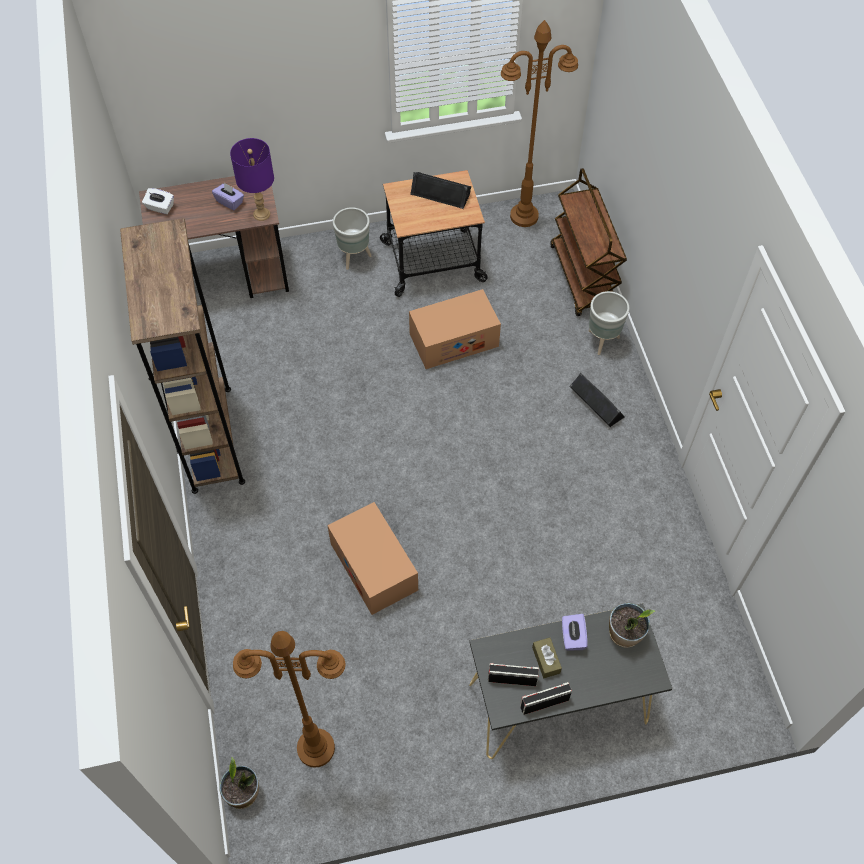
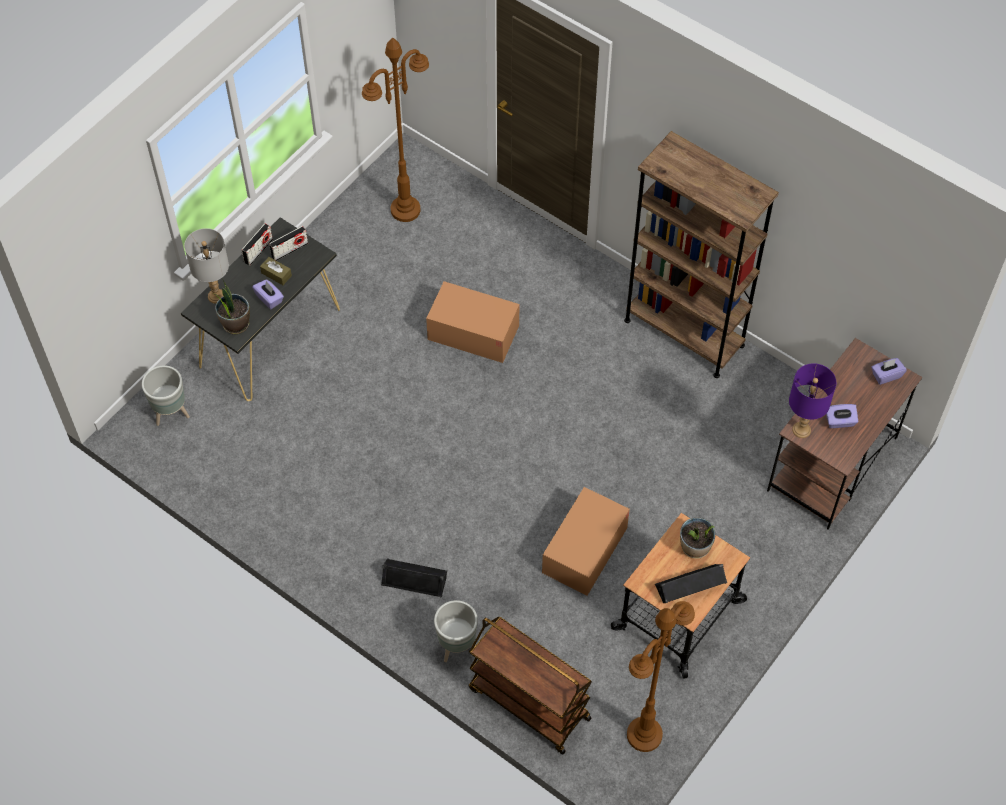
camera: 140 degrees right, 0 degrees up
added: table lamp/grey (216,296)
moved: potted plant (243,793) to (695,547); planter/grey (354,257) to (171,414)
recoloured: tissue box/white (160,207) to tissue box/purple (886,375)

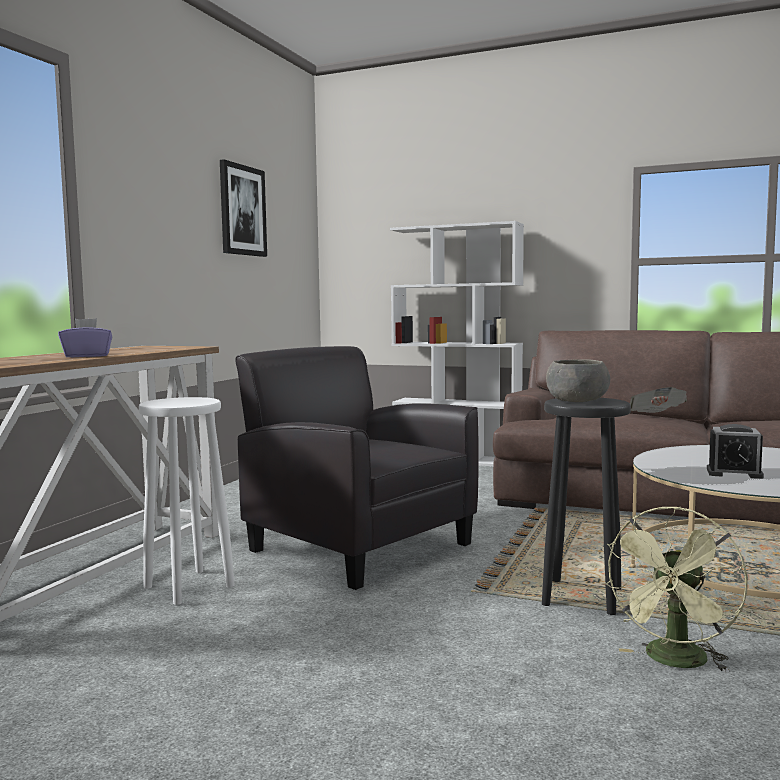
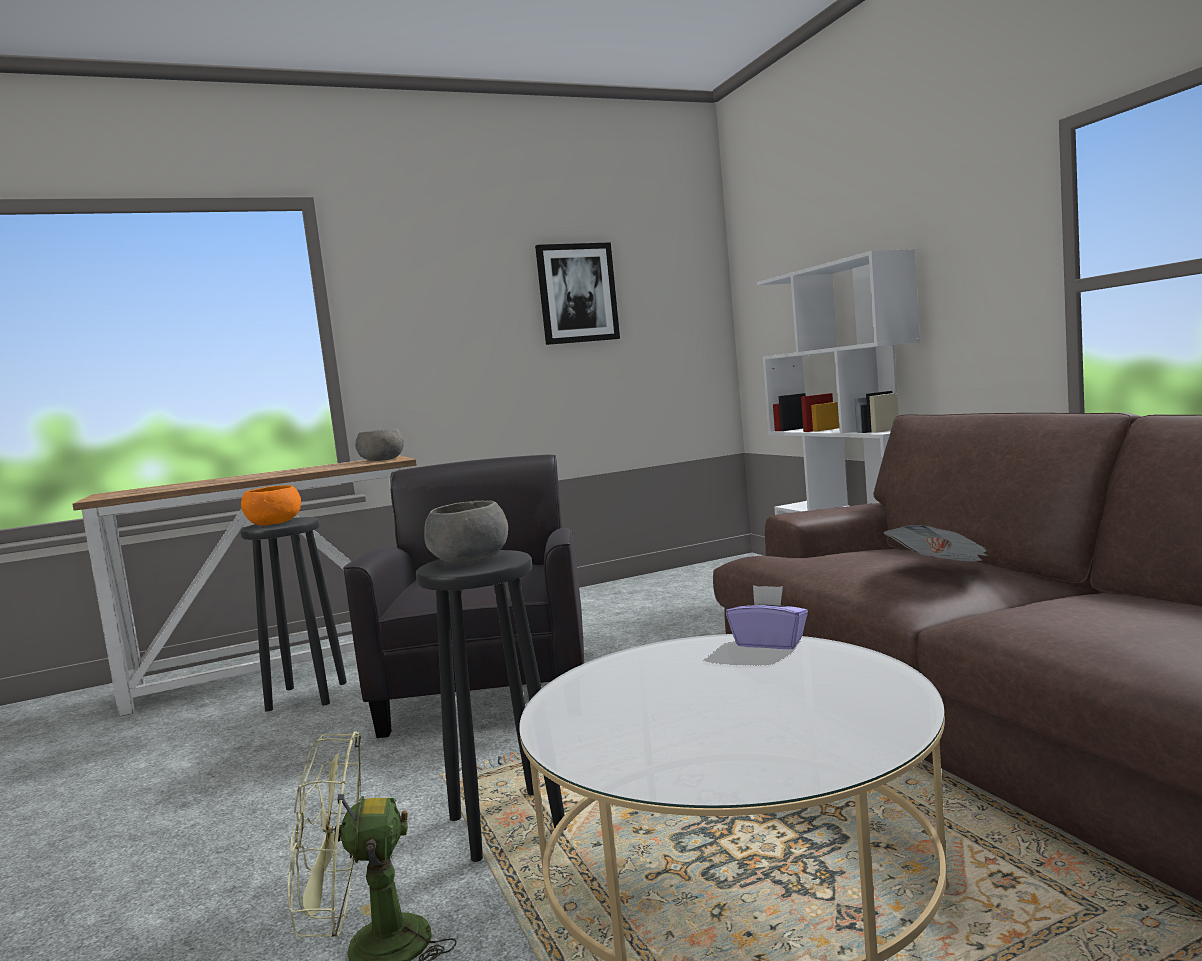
camera: 45 degrees right, 0 degrees up
removed: alarm clock (734,473)
added: bowl/orange (274,523); bowl/grey (382,460)
moved: tissue box/purple (87,356) to (769,642)
recoloured: stool/white (189,587) to stool/black (306,696)

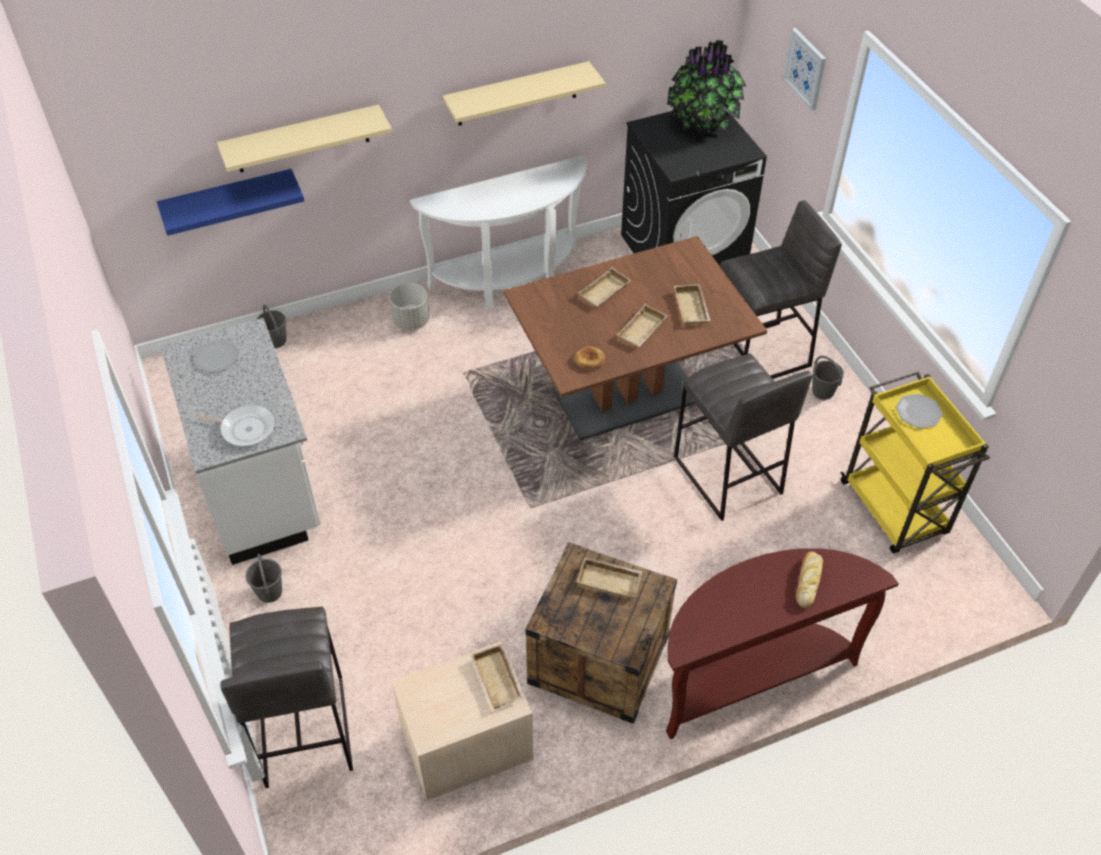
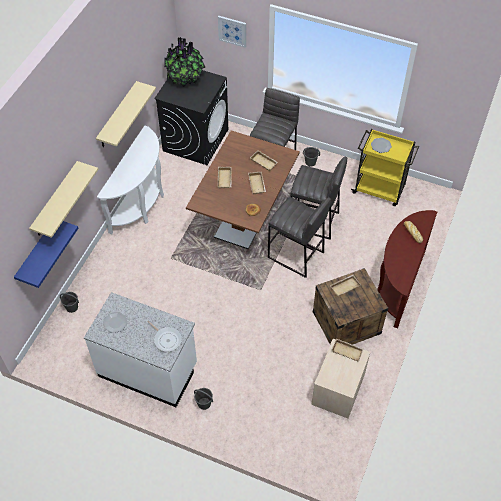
camera: 45 degrees left, 5 degrees up
removed: planter/grey (411,321)
moved: stool/grey (303,731) to (296,255)
turned: frying pan (245,428) = (166,339) 75 degrees clockwise

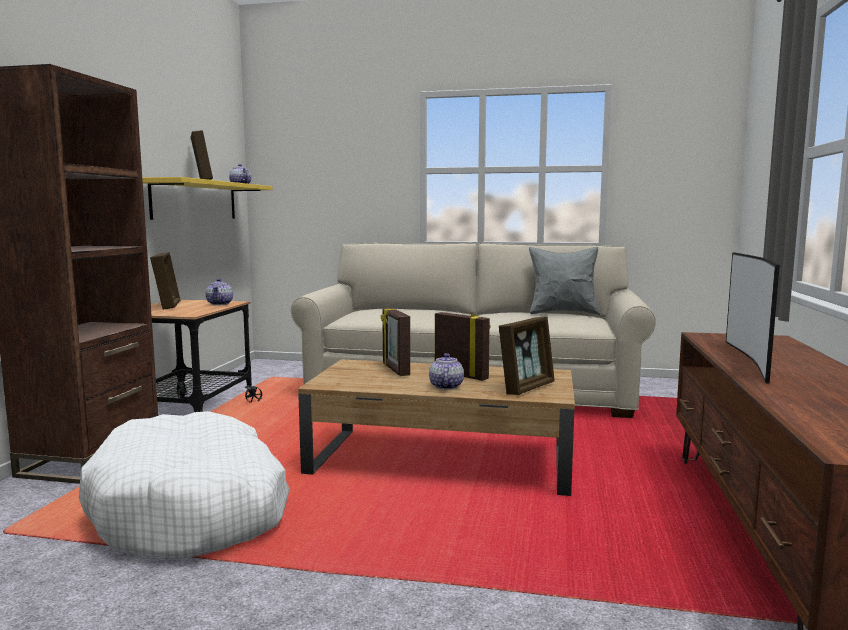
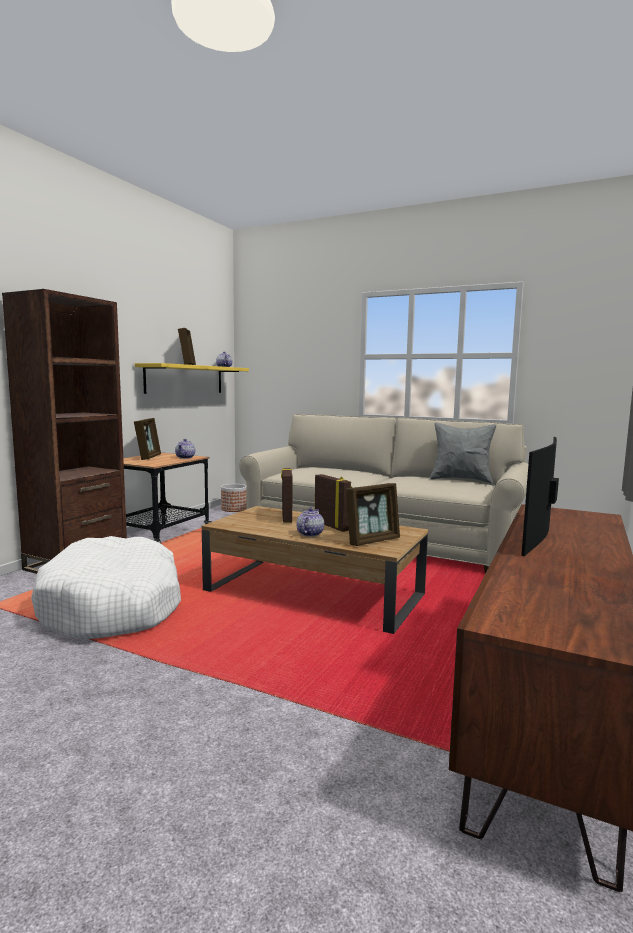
camera: 15 degrees right, 0 degrees up
added: planter (234,509)

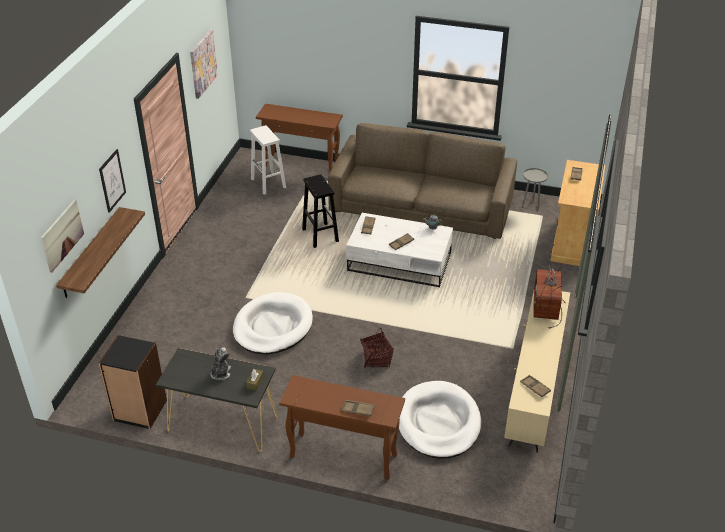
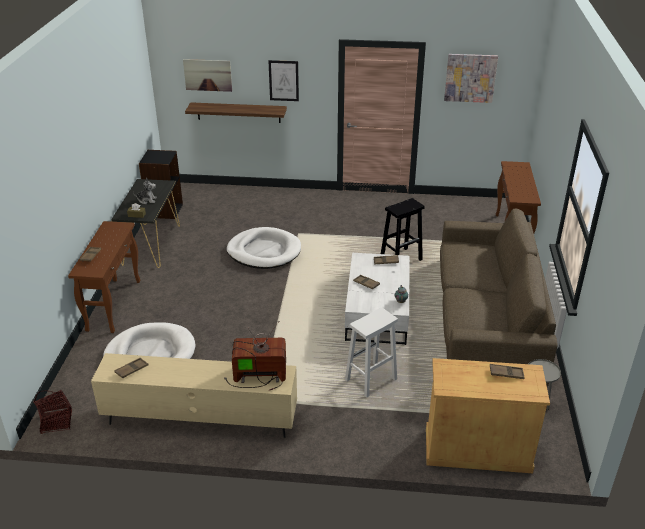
camera: 80 degrees right, 5 degrees down
moved: stool/white (268,183) to (370,380); basket (376,359) to (56,421)

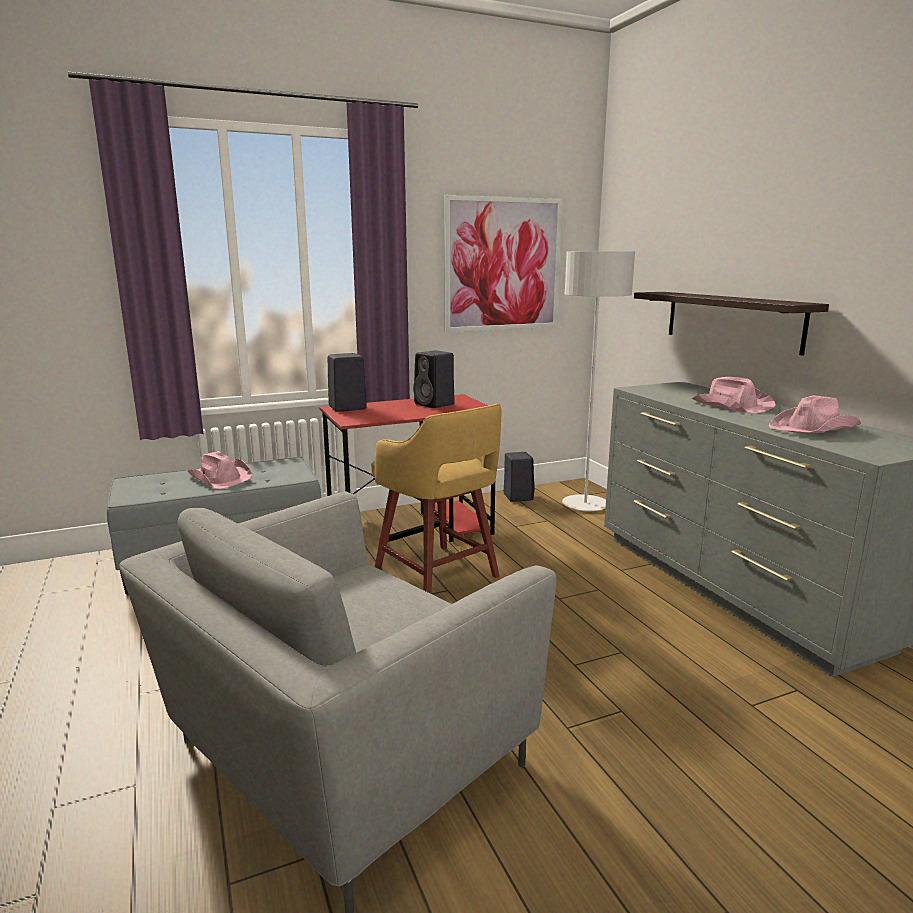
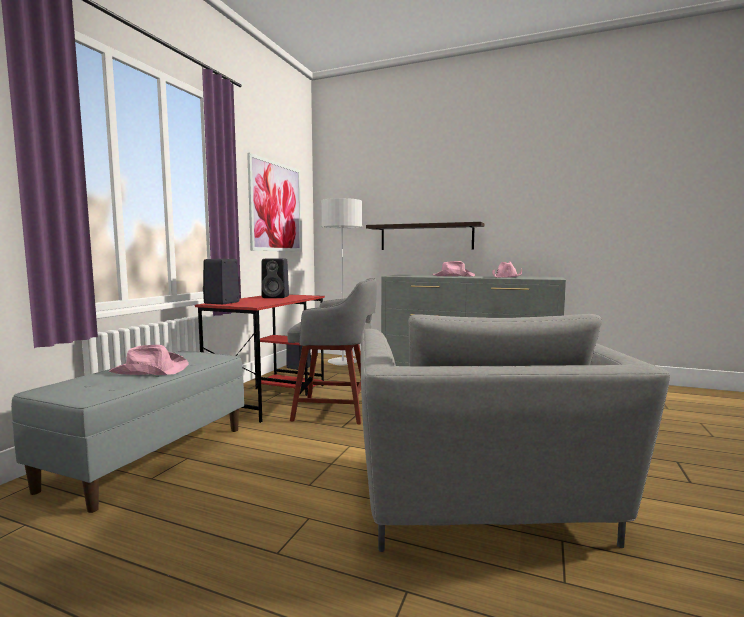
camera: 45 degrees left, 10 degrees down
recoloured: stool/yellow (438,575) to stool/grey (335,410)

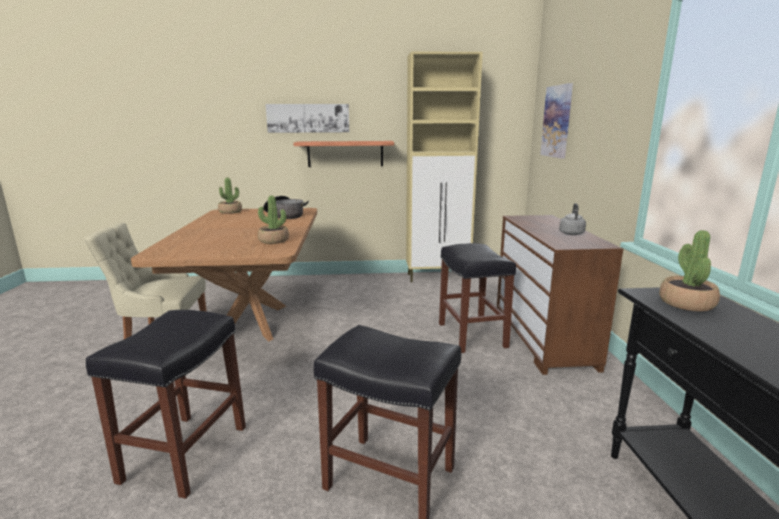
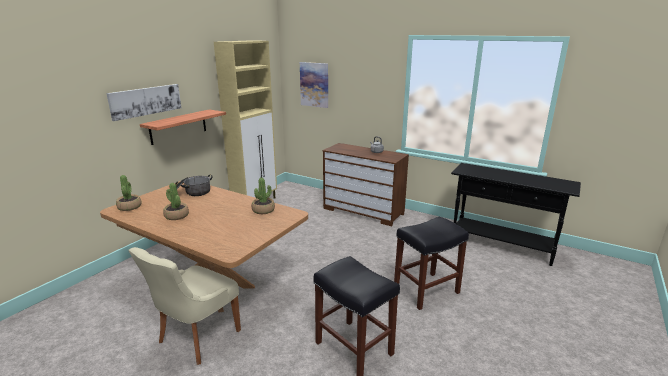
camera: 55 degrees left, 5 degrees up
removed: stool/black (472,335)
moved: potted plant (686,303) to (176,216)

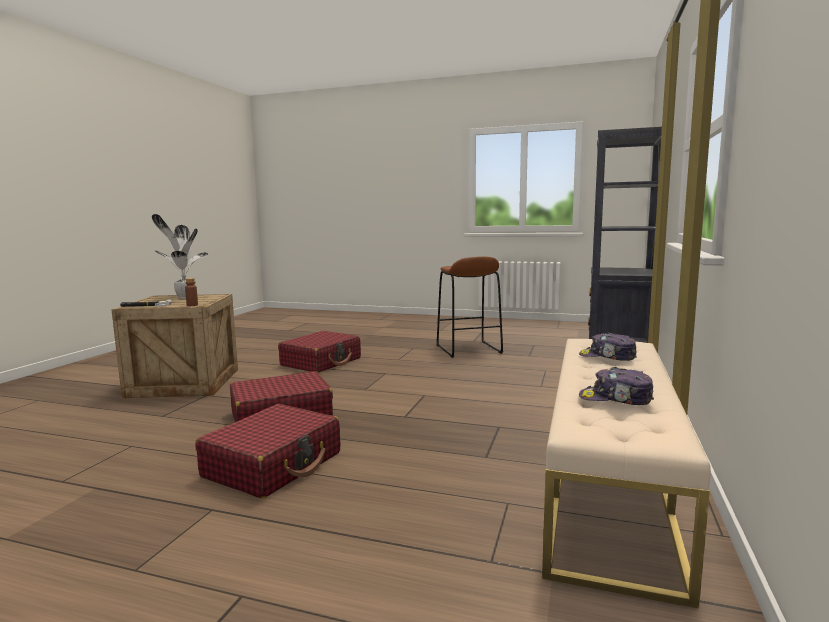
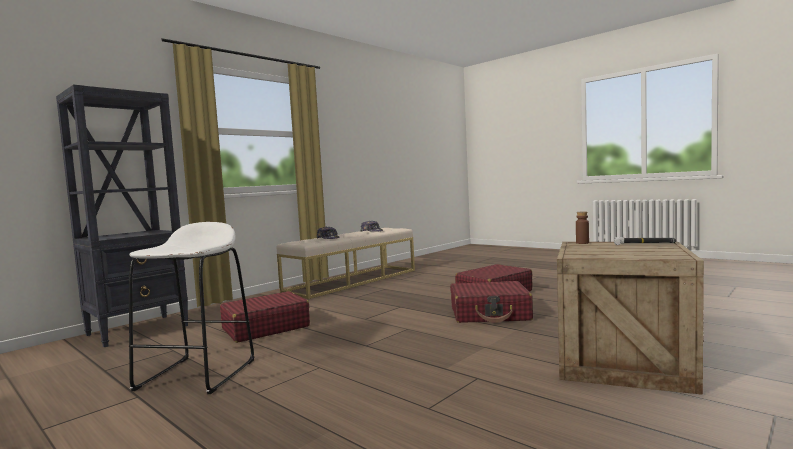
camera: 155 degrees left, 5 degrees down
removed: potted plant (183,298)
moved: suitcase/red (321,362) to (265,328)
recoloured: stool/brown (468,349) to stool/white (197,374)

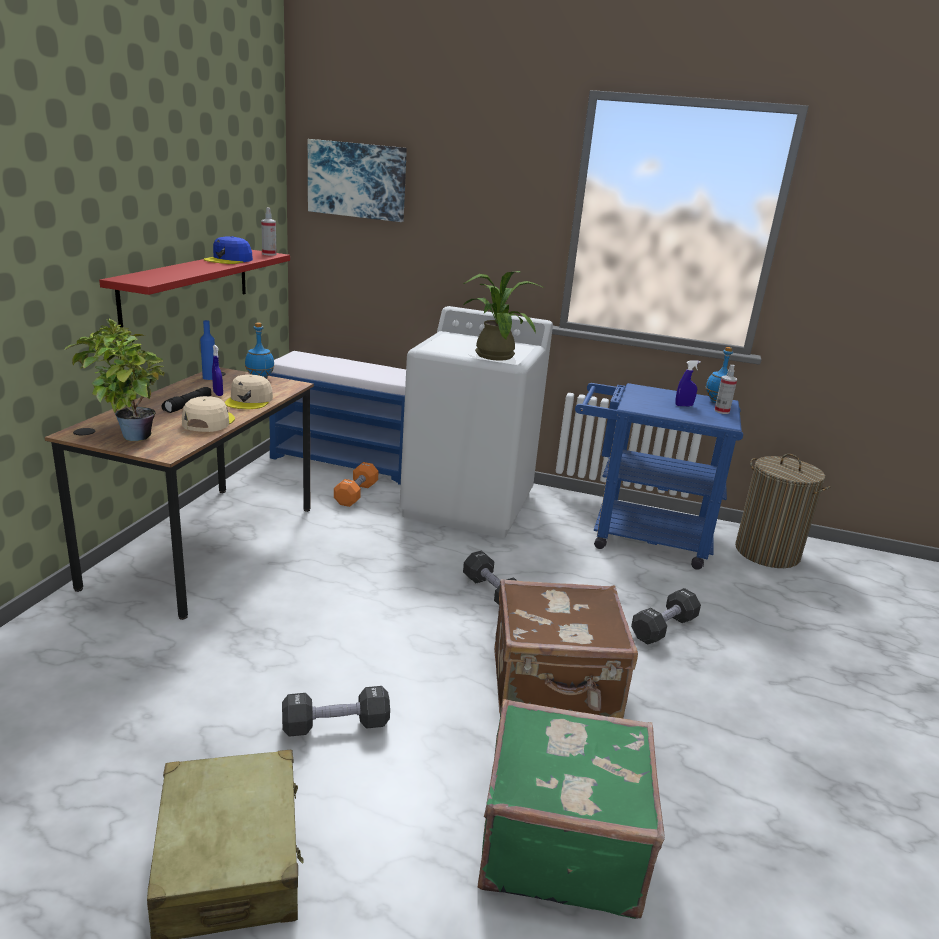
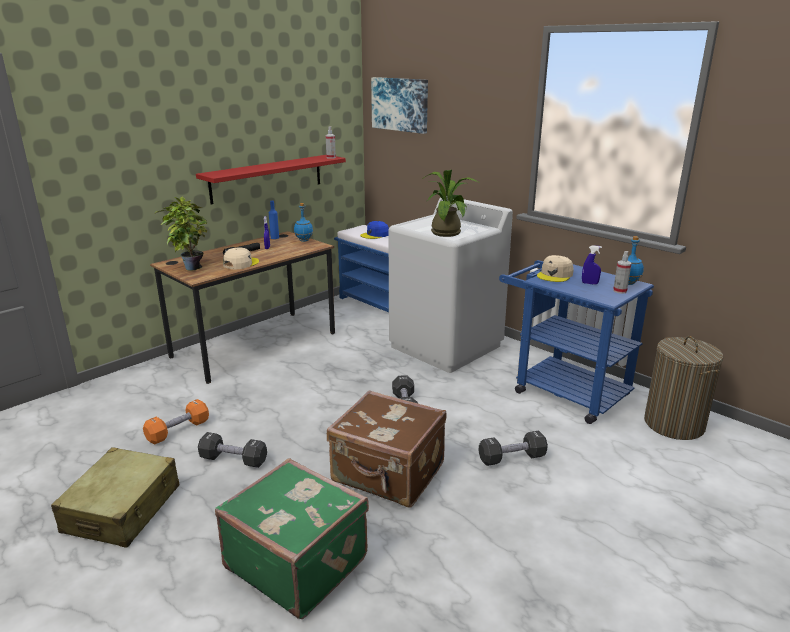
camera: 30 degrees right, 0 degrees up
moved: cap/blue (229,260) to (375,235); cap/beige (249,400) to (555,275); dumbbell/orange (356,494) to (178,430)

